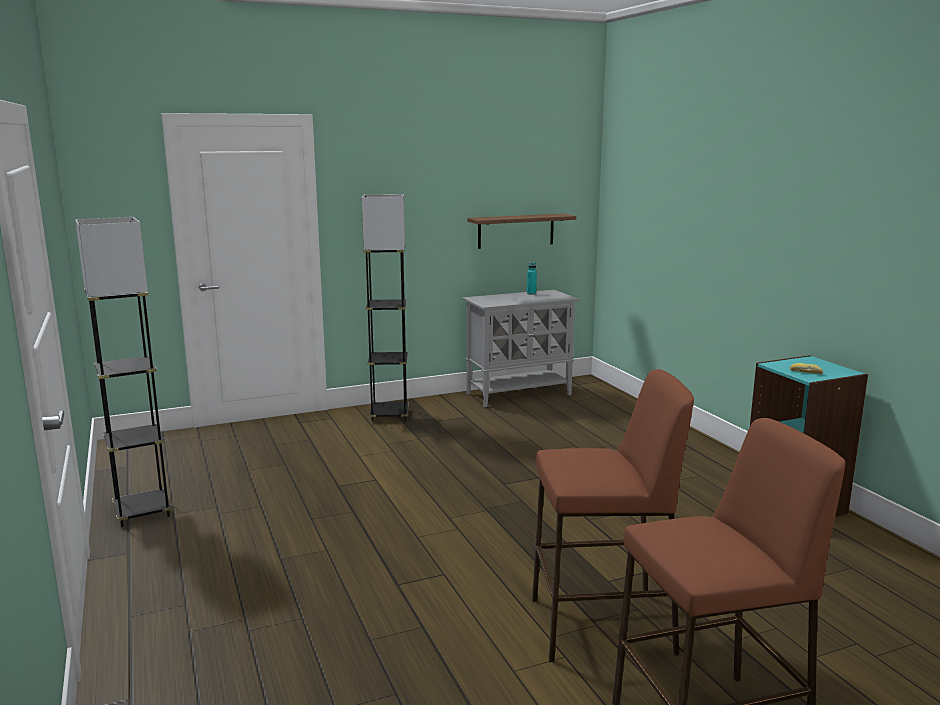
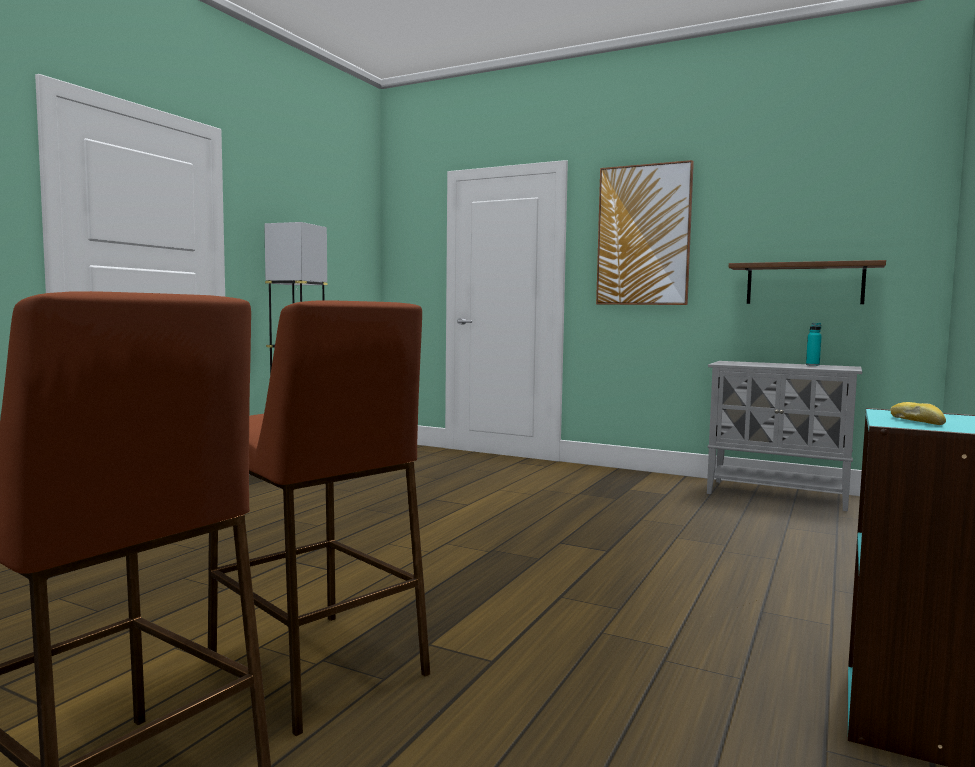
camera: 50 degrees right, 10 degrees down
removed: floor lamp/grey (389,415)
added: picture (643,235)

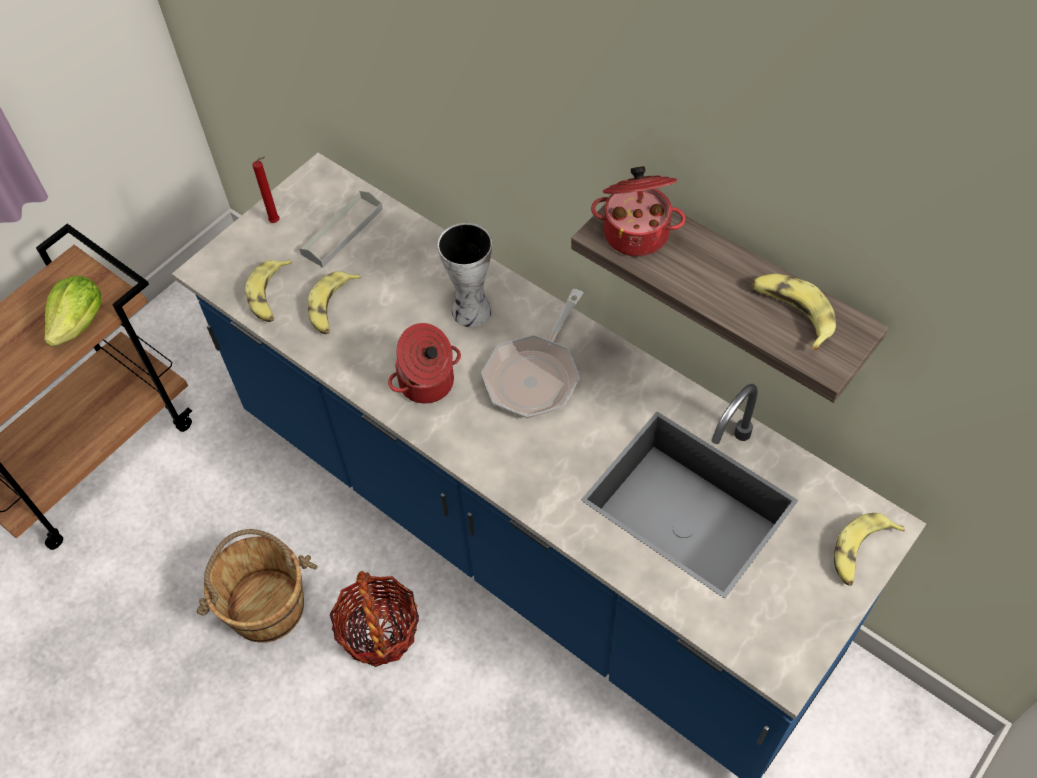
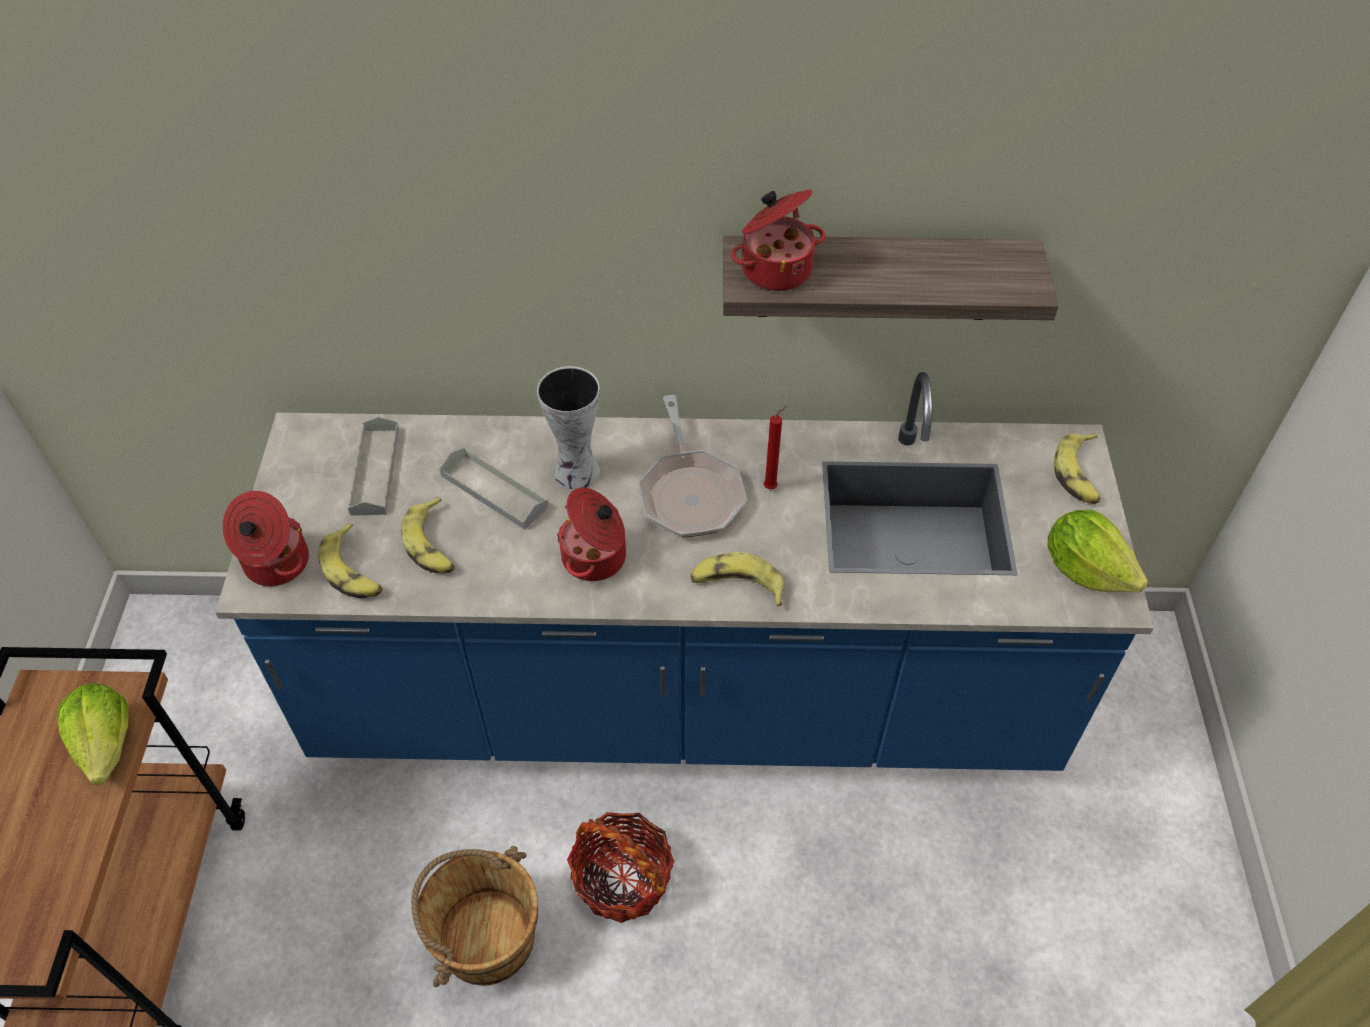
camera: 40 degrees left, 5 degrees down
added: cooking pot (275,563); tray/grey (494,491); lettuce (1085,569)
moved: candle/red (276,222) to (772,486); banana (791,313) to (737,585)

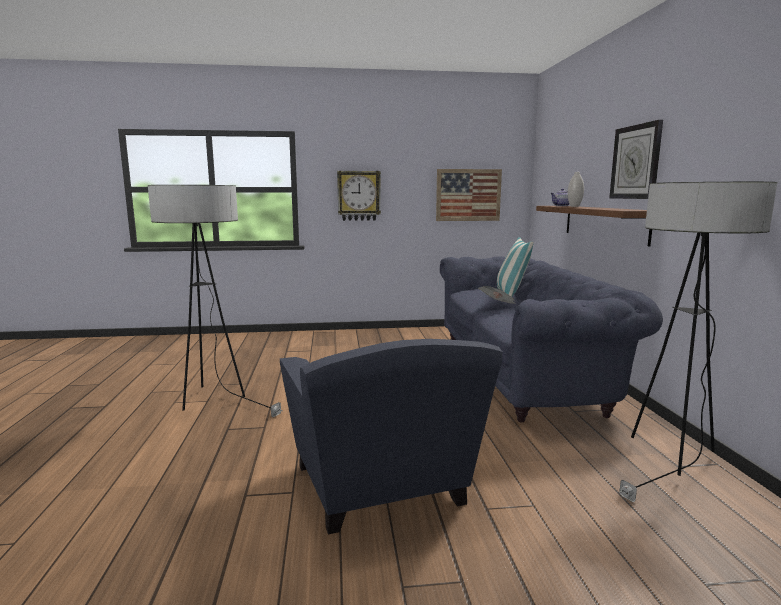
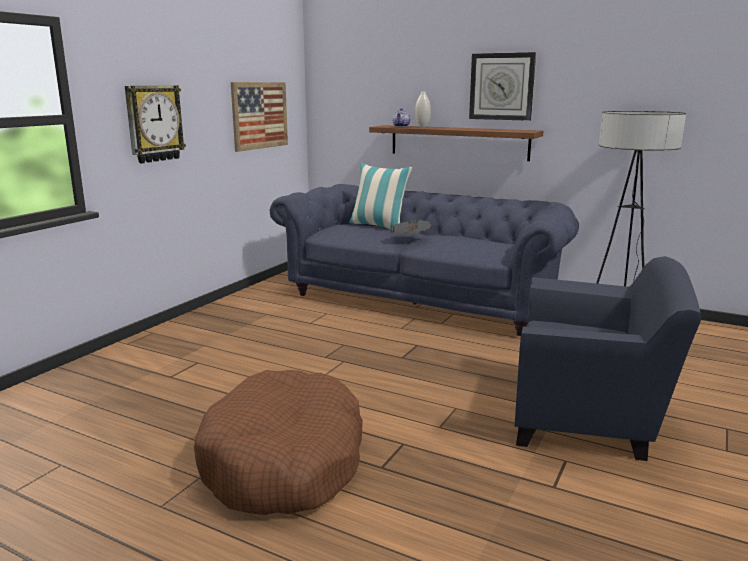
camera: 55 degrees left, 5 degrees up
replaced: floor lamp (214,403) to dog bed/brown (284,461)

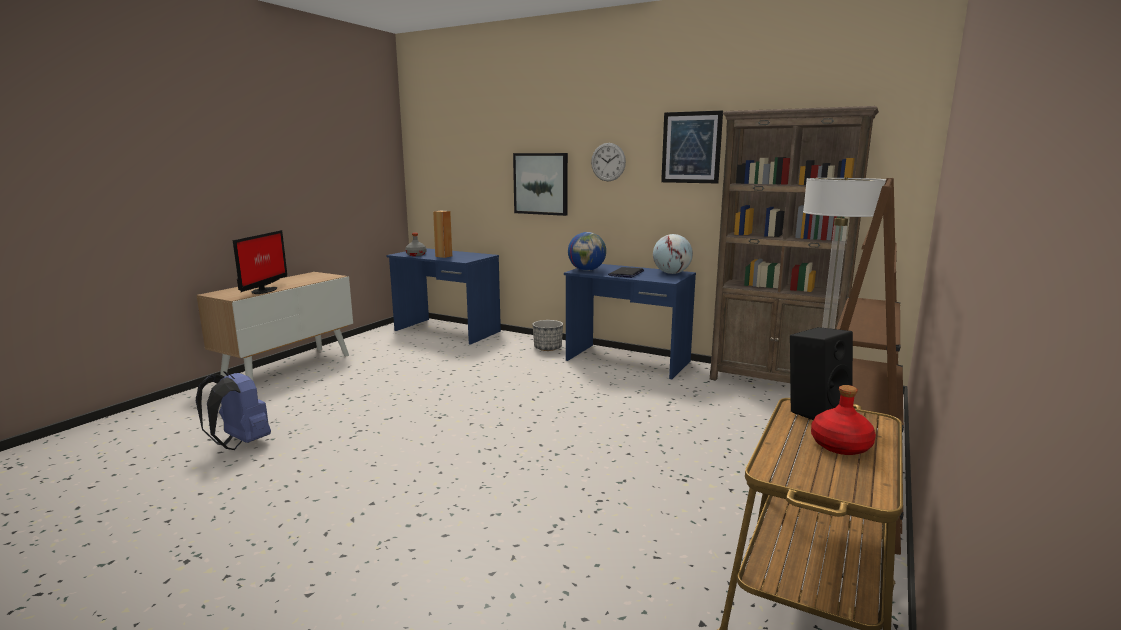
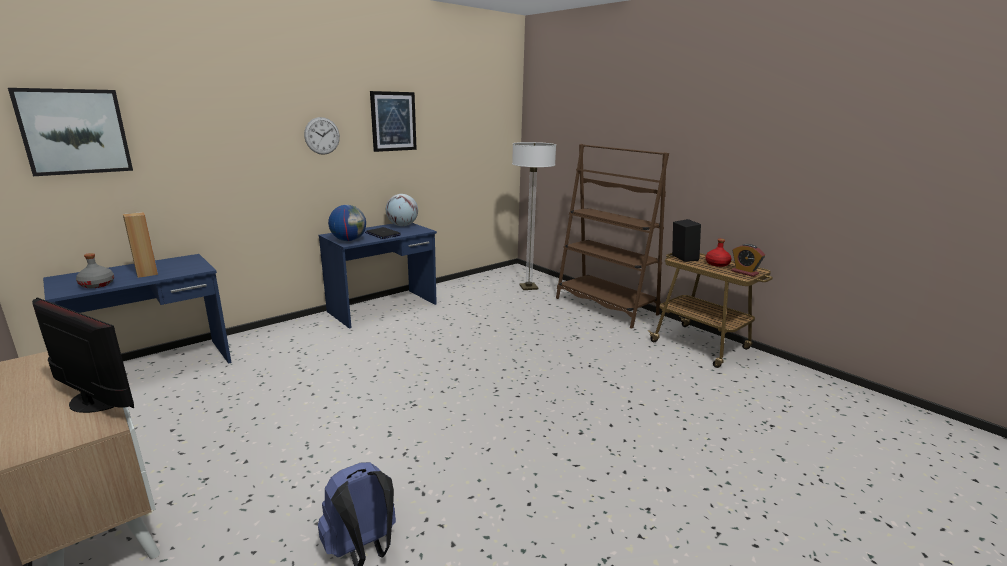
camera: 70 degrees left, 5 degrees up
removed: planter (548,348); bookcase/brown (774,382)
added: alarm clock (744,272)
moved: picture (541,184) to (74,131)

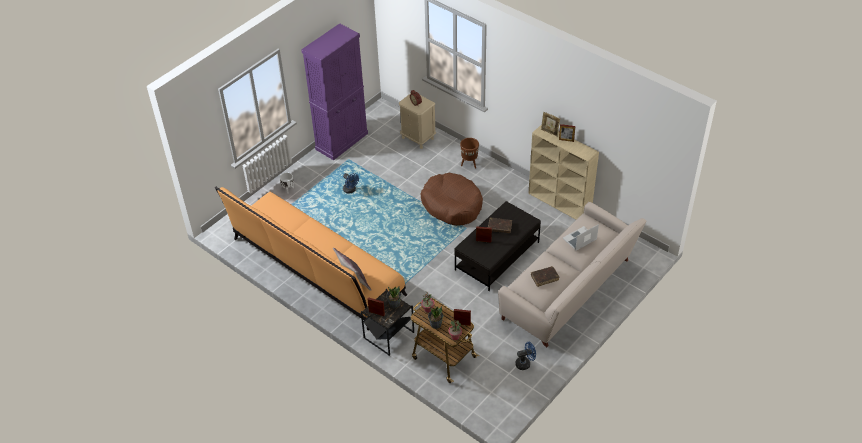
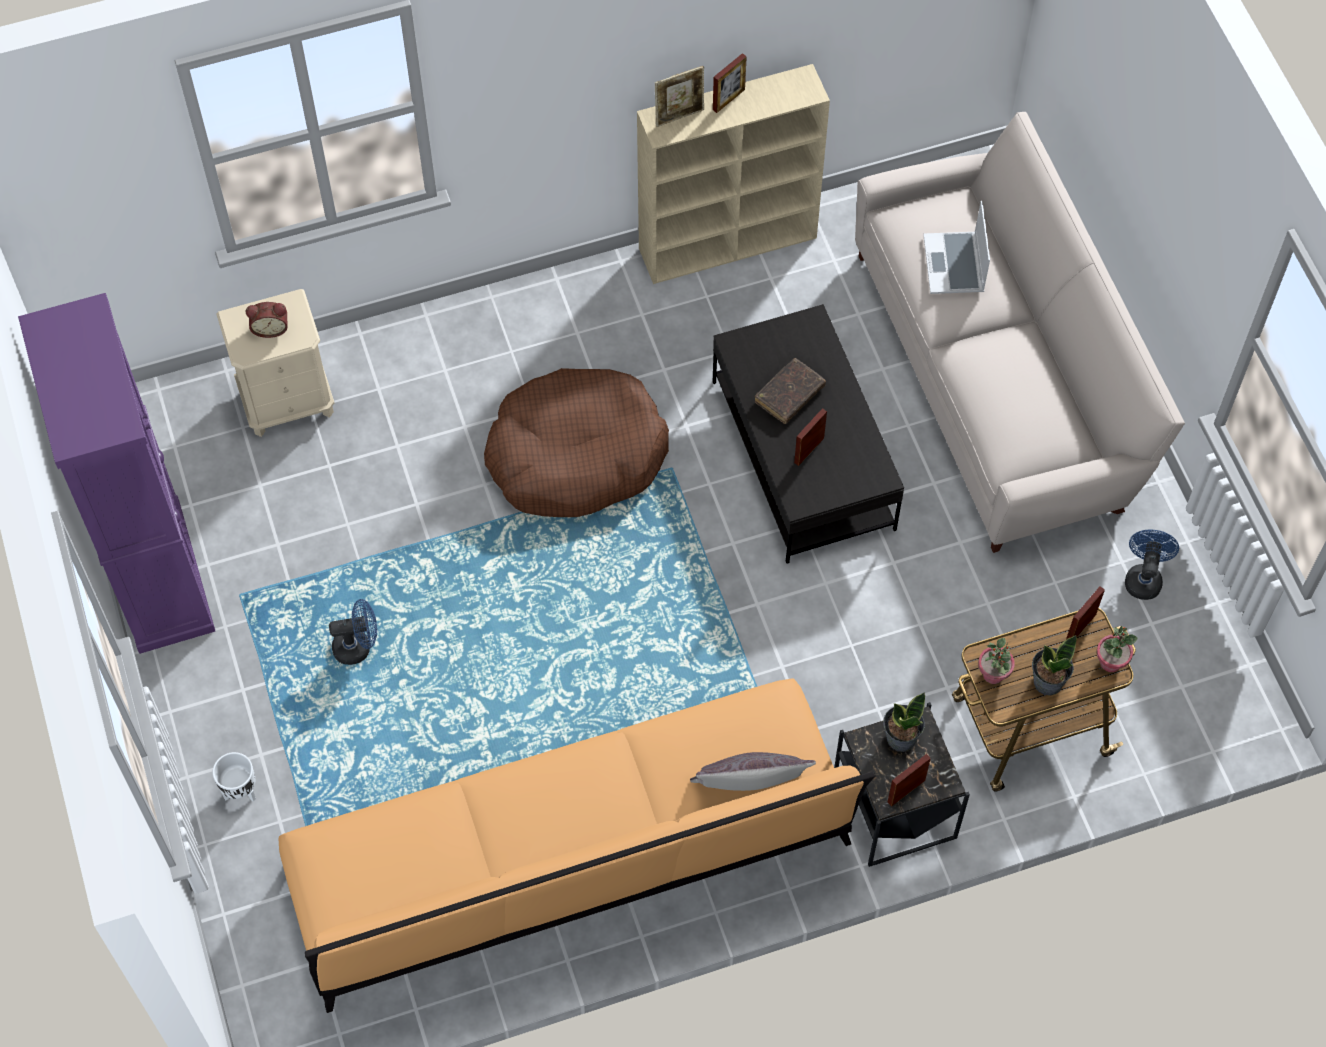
camera: 60 degrees left, 15 degrees up
removed: planter/brown (469,164); book/brown (544,278)

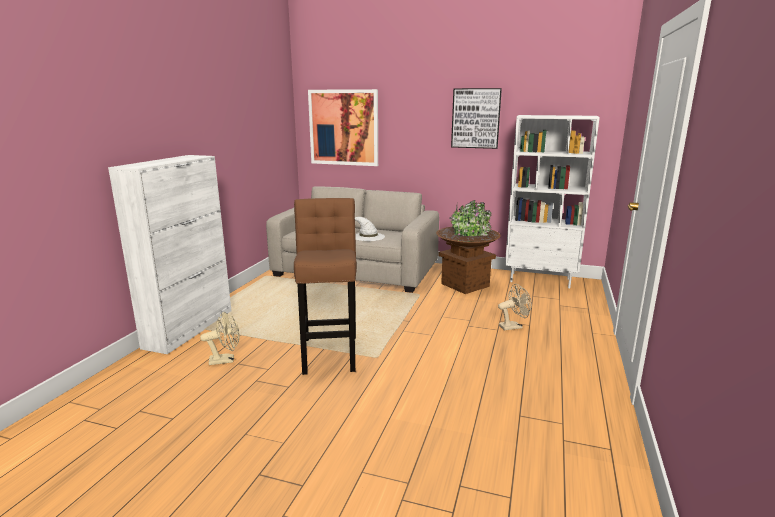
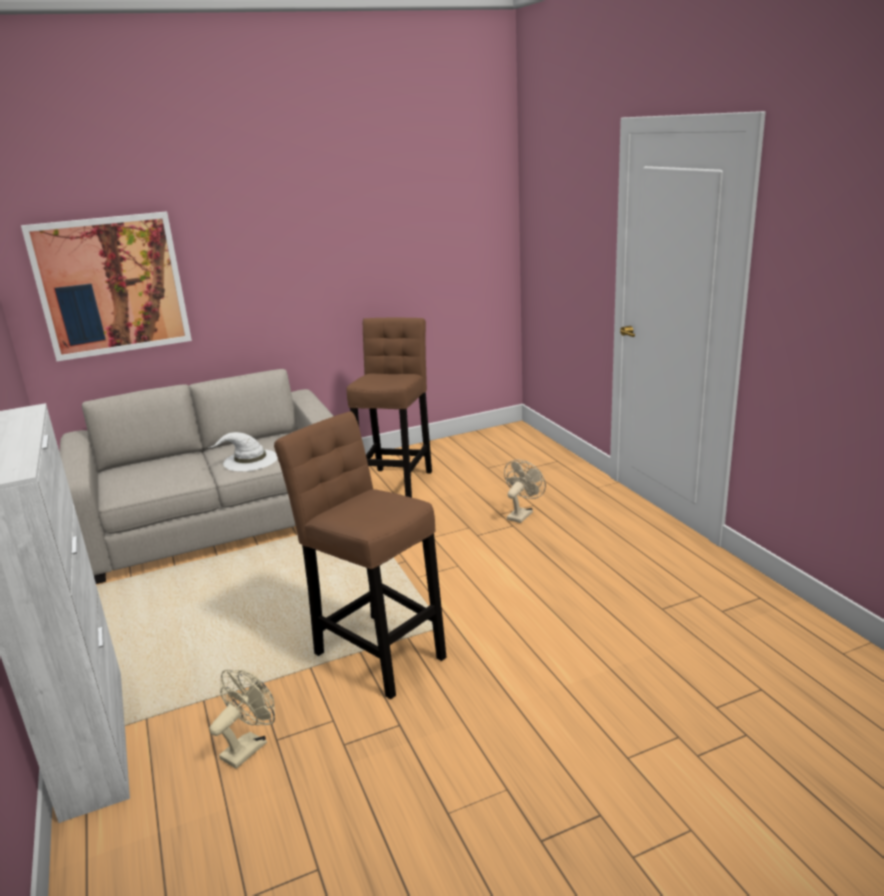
camera: 40 degrees left, 5 degrees up
removed: picture (475,118); bookcase/white (540,280)
replaced: planter/brown (465,285) to stool/brown (397,483)

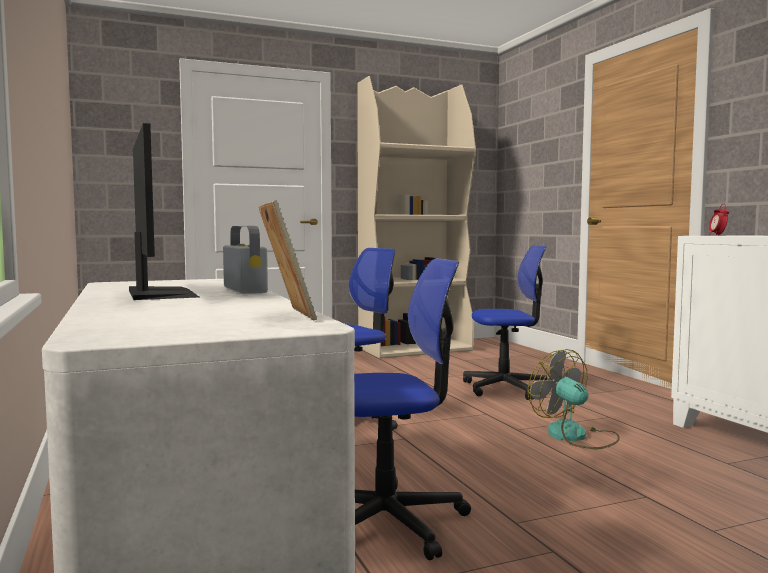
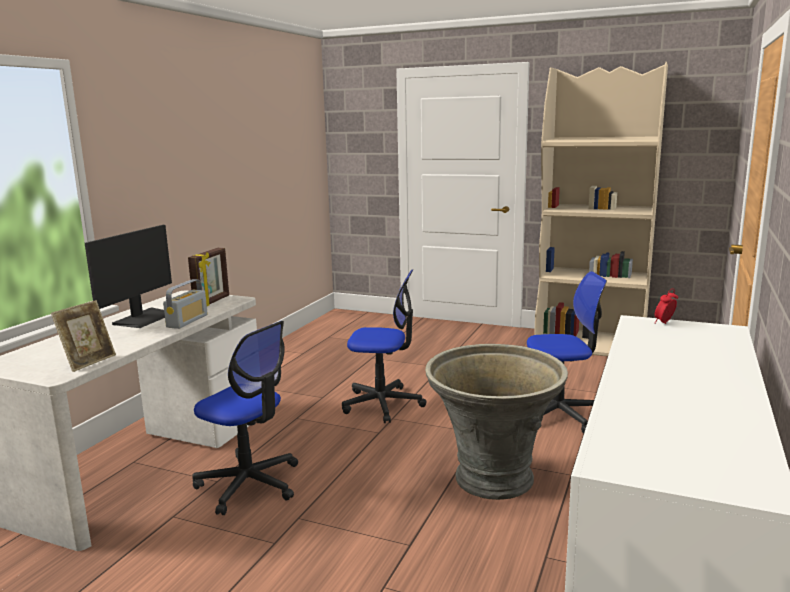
camera: 45 degrees right, 10 degrees up
added: picture frame (212,302)
replaced: fan (575,436) to planter/grey (492,479)
turned: office chair (506,388) = (560,414) 45 degrees counterclockwise

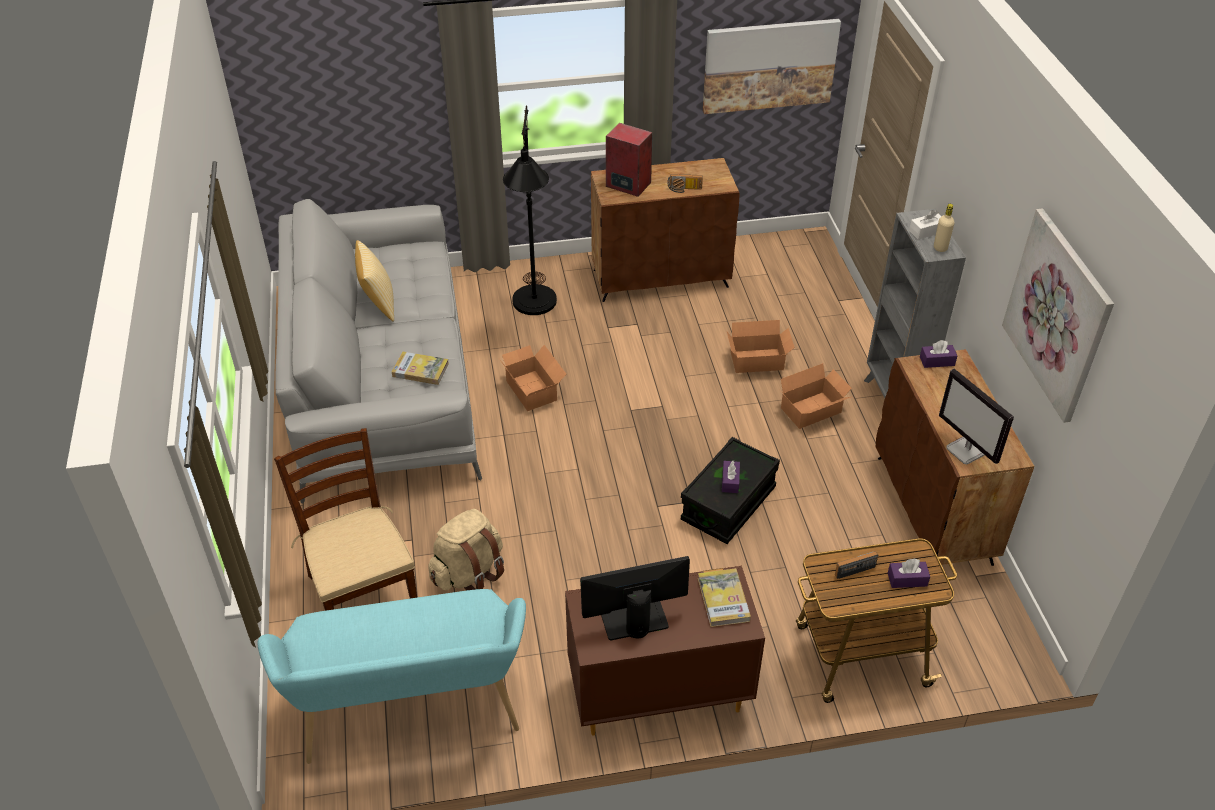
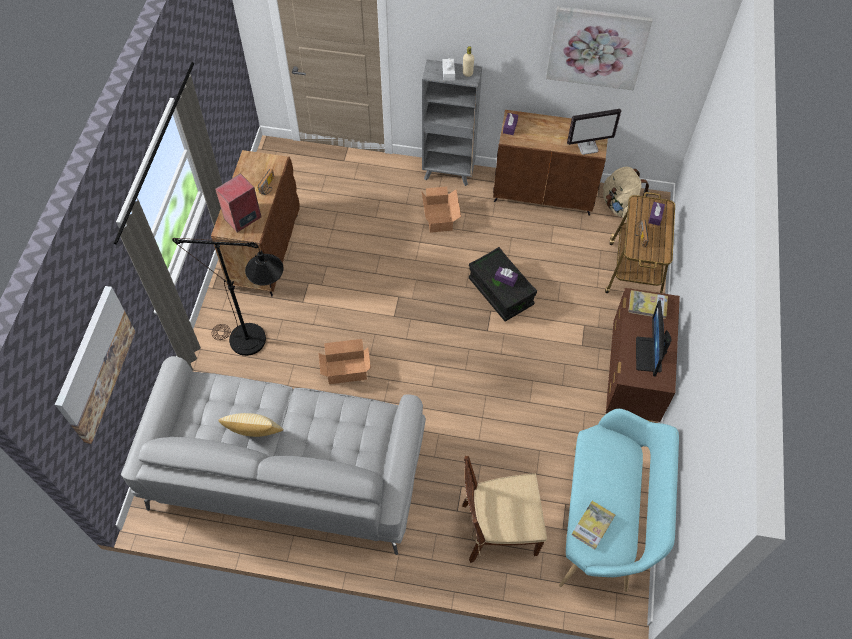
camera: 70 degrees left, 15 degrees up
removed: cardboard box (758,362)
moved: book (420,370) to (593,525); backpack/beige (468,573) to (619,206); picture (769,65) to (94,364)

